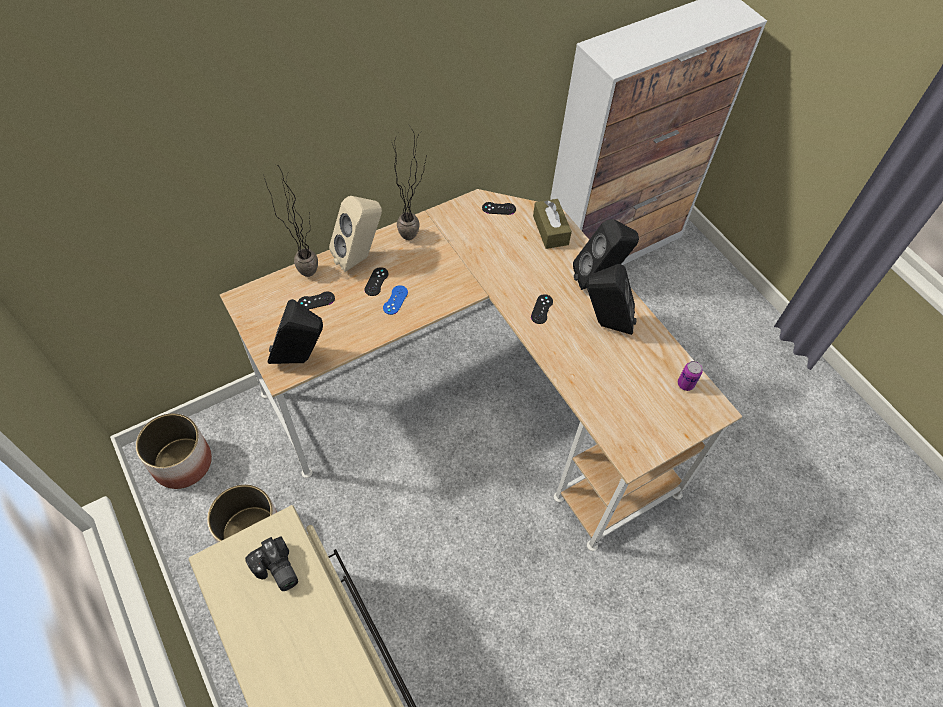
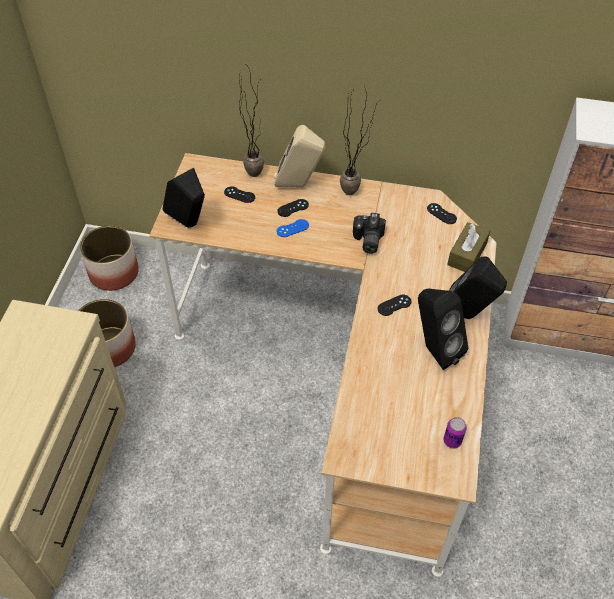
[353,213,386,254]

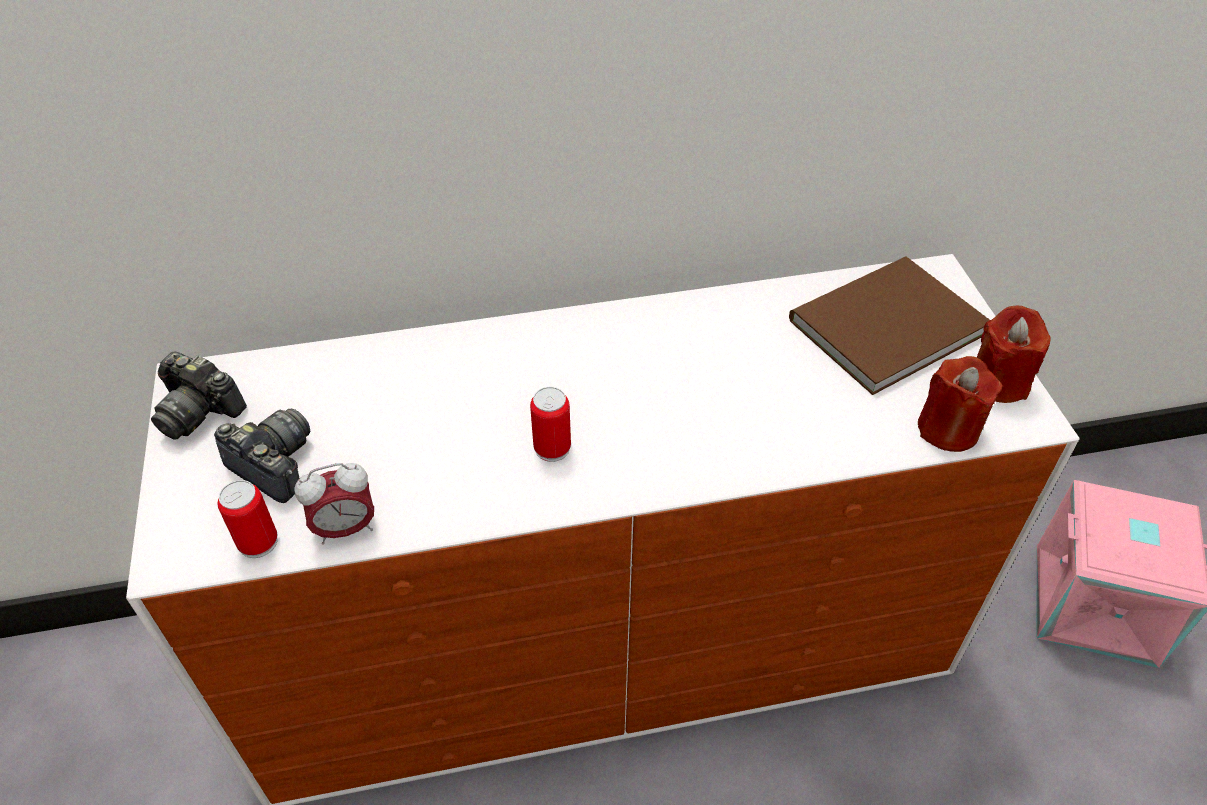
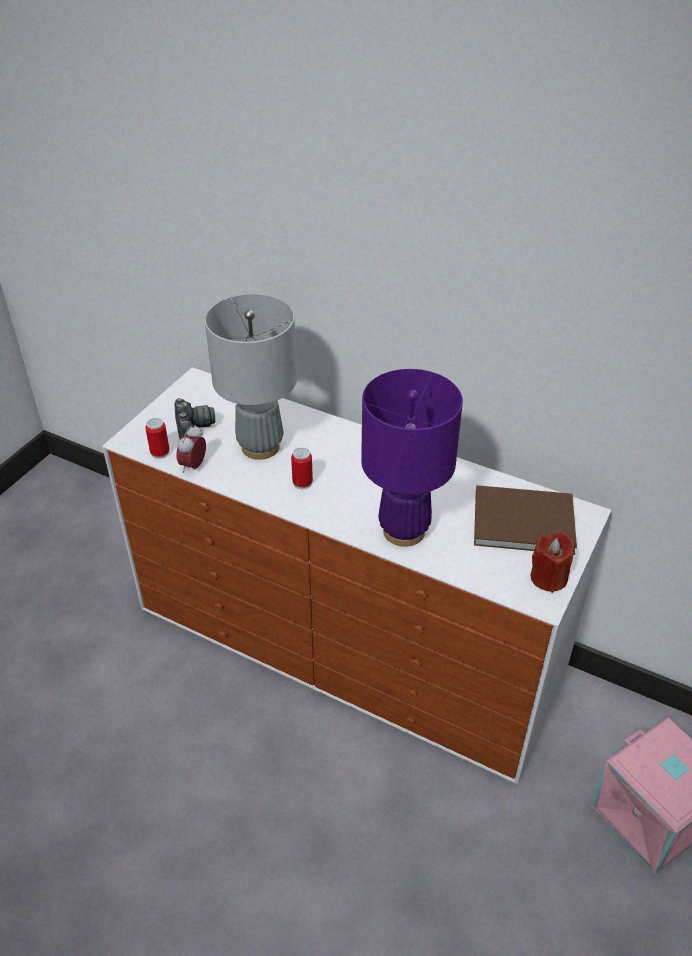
[151,351,247,440] (first image)
[918,356,1002,452] (first image)
[176,425,206,473]
[205,294,297,460]
[361,369,463,547]

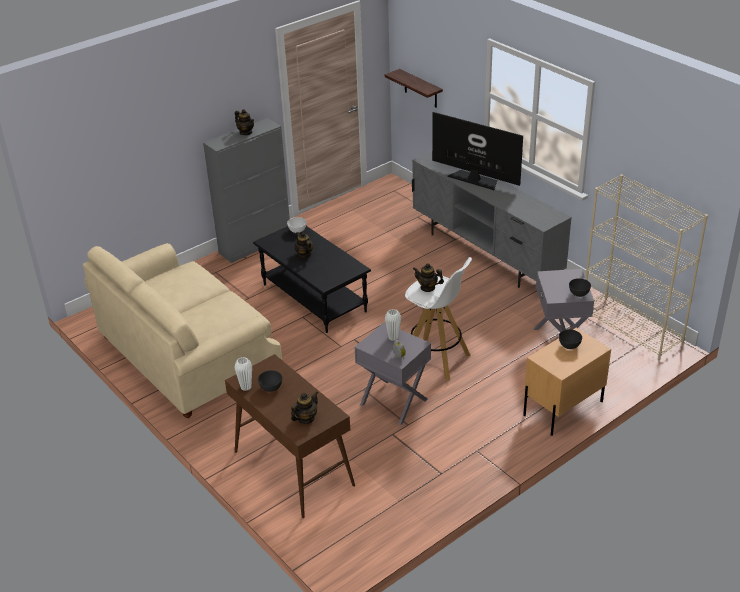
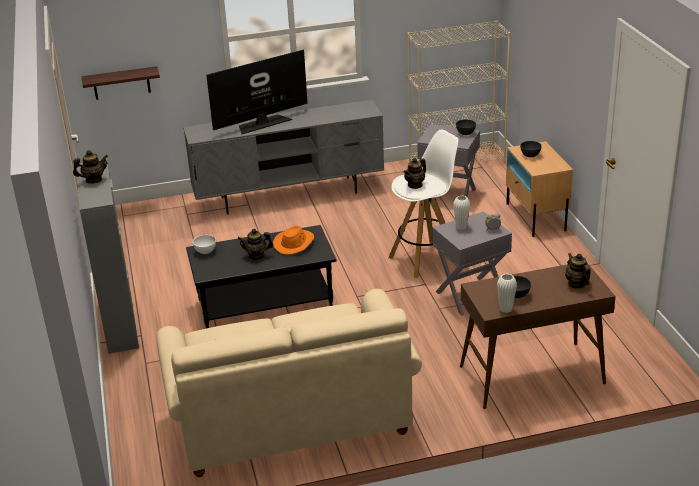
[273,226,314,255]

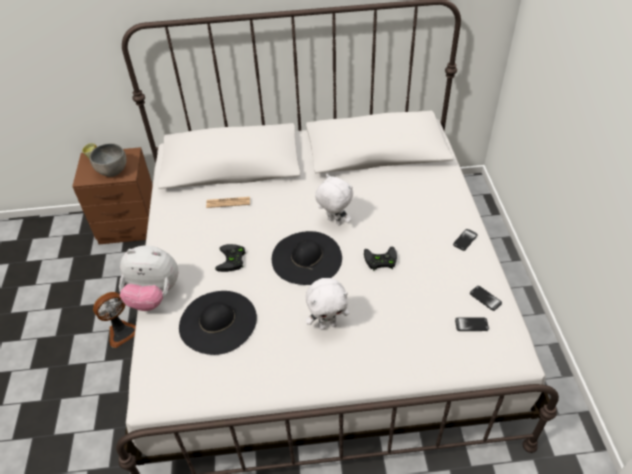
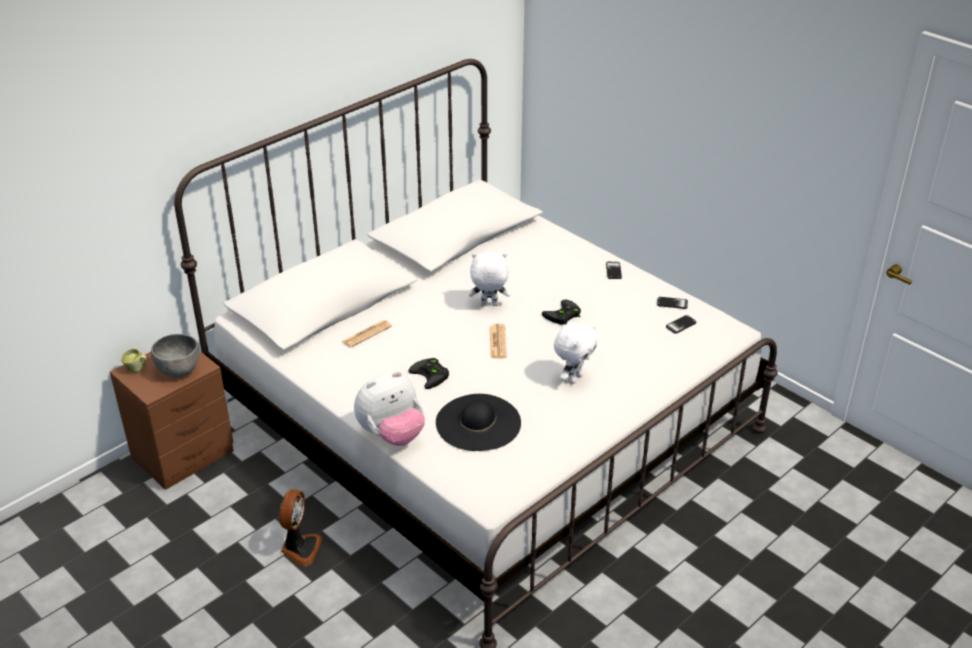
[490,324,507,359]

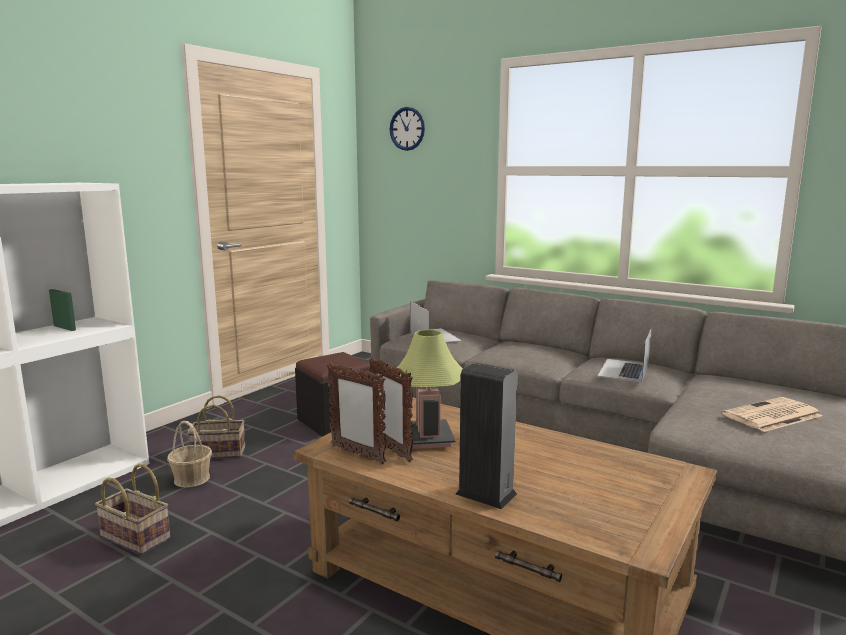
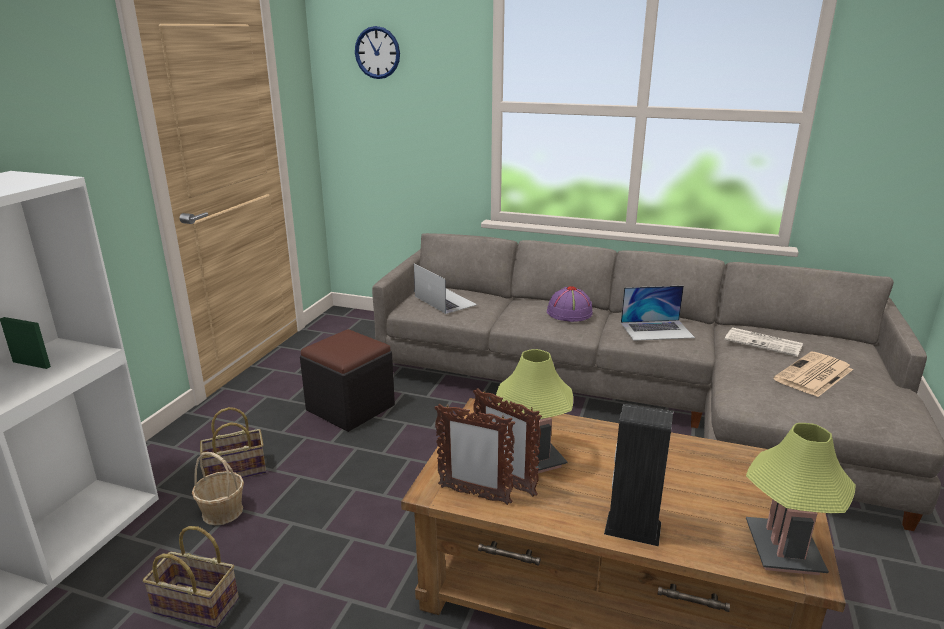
[621,285,695,341]
[547,286,592,322]
[725,327,803,357]
[746,423,856,575]

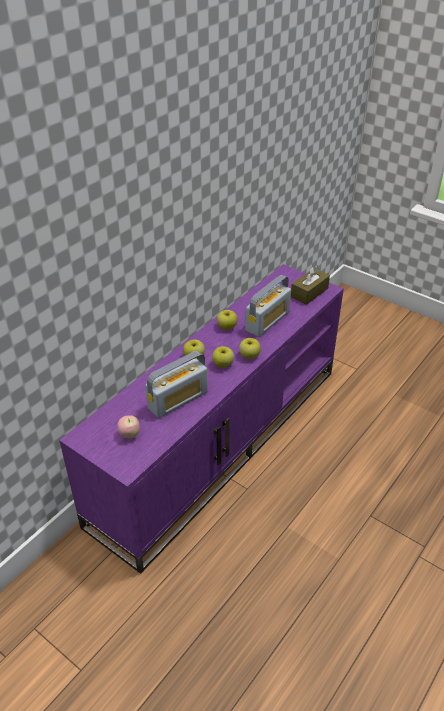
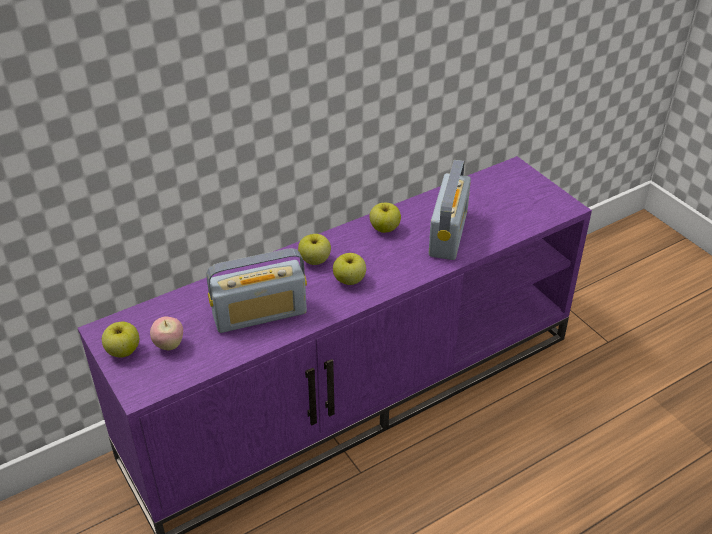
[291,265,330,305] (first image)
[428,160,471,260]
[102,321,139,358]

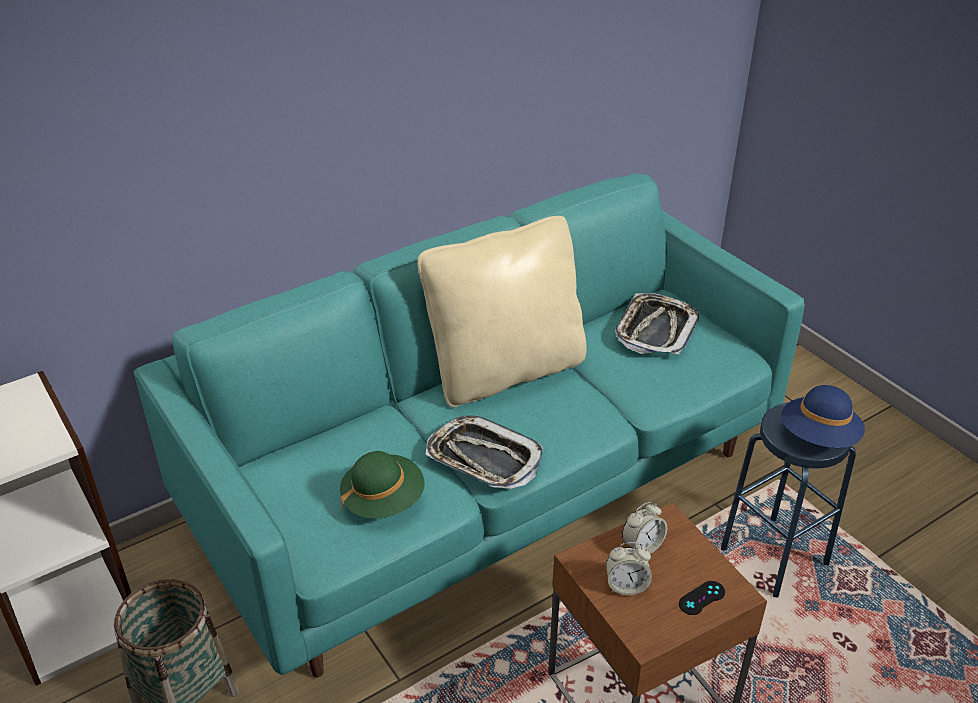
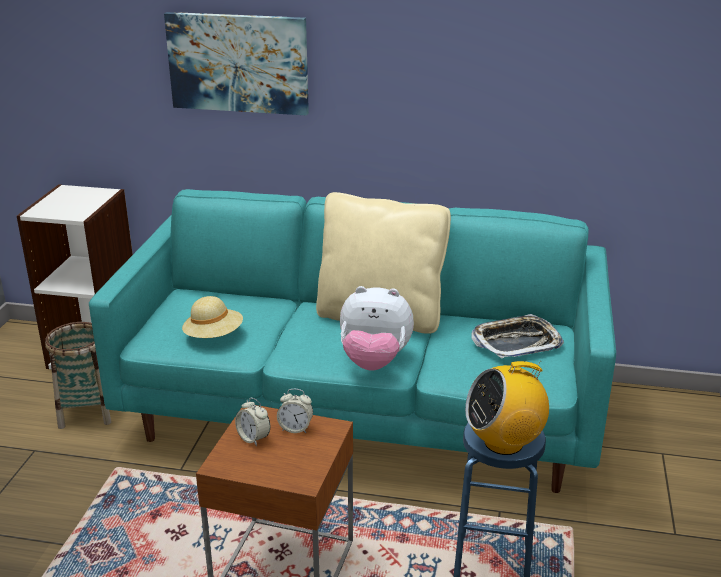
[465,361,549,455]
[426,415,544,489] (first image)
[182,296,243,338]
[679,581,725,615] (first image)
[164,12,309,116]
[340,286,414,371]

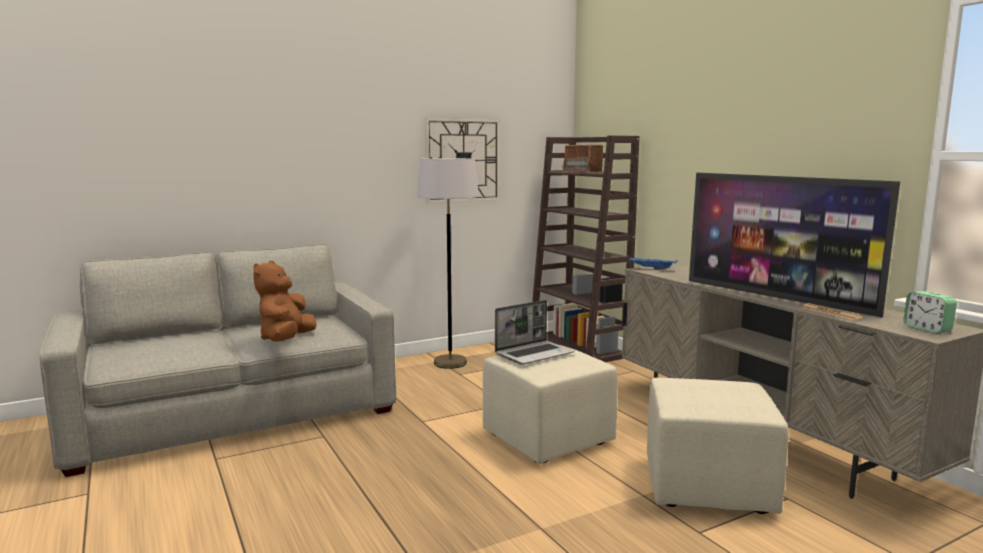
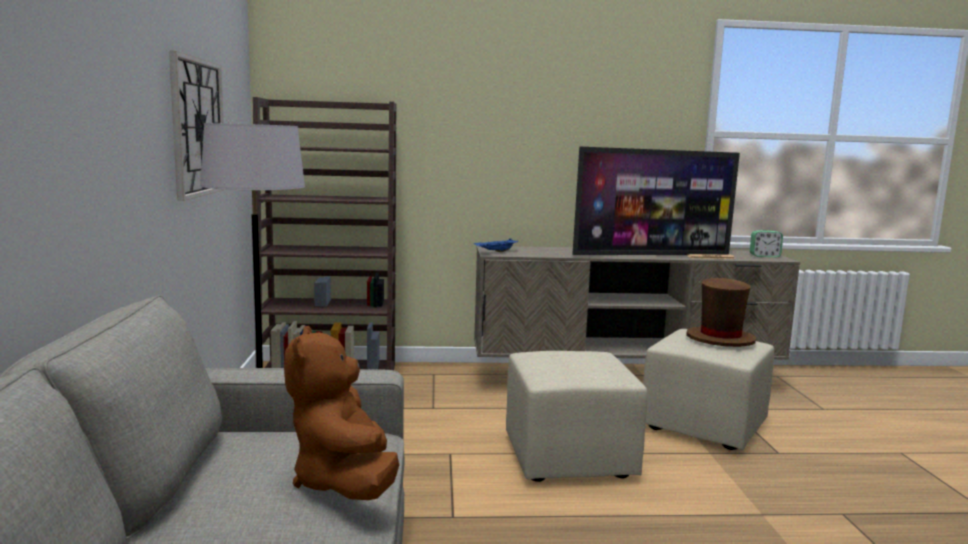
[562,144,605,173] (first image)
[284,326,399,500]
[495,300,575,365] (first image)
[686,278,756,347]

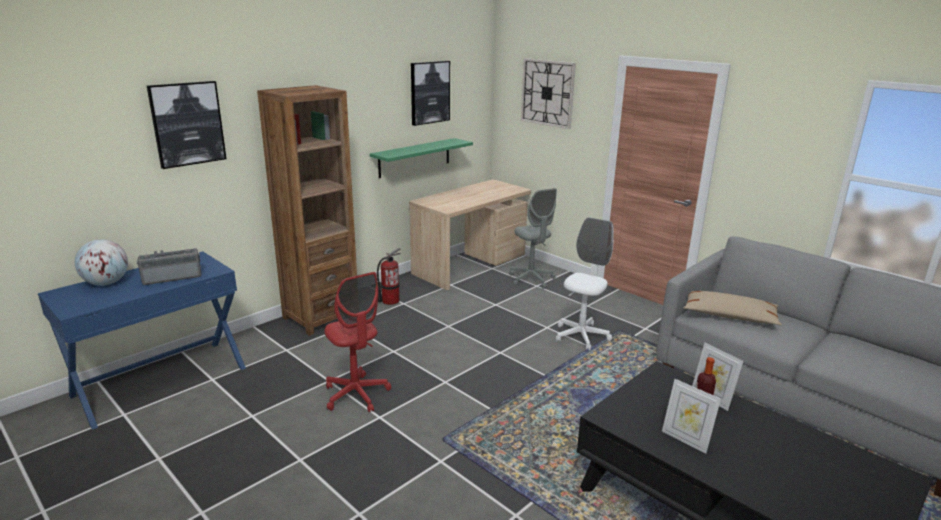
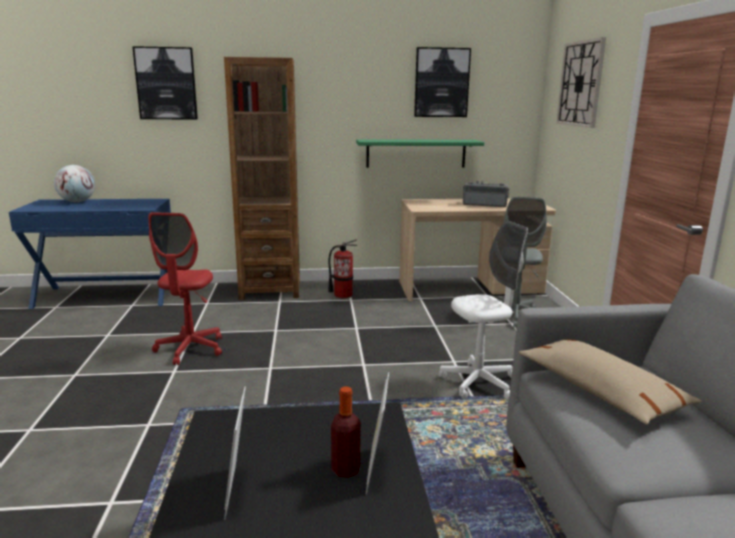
[463,181,509,207]

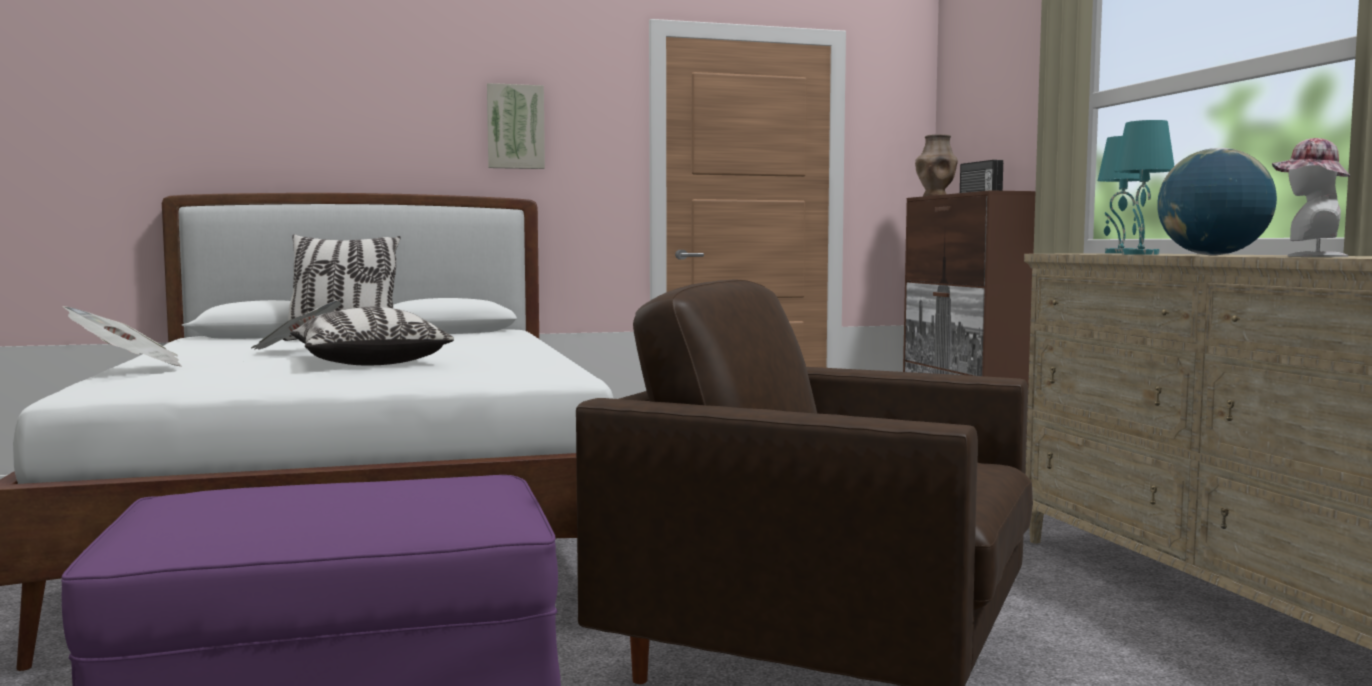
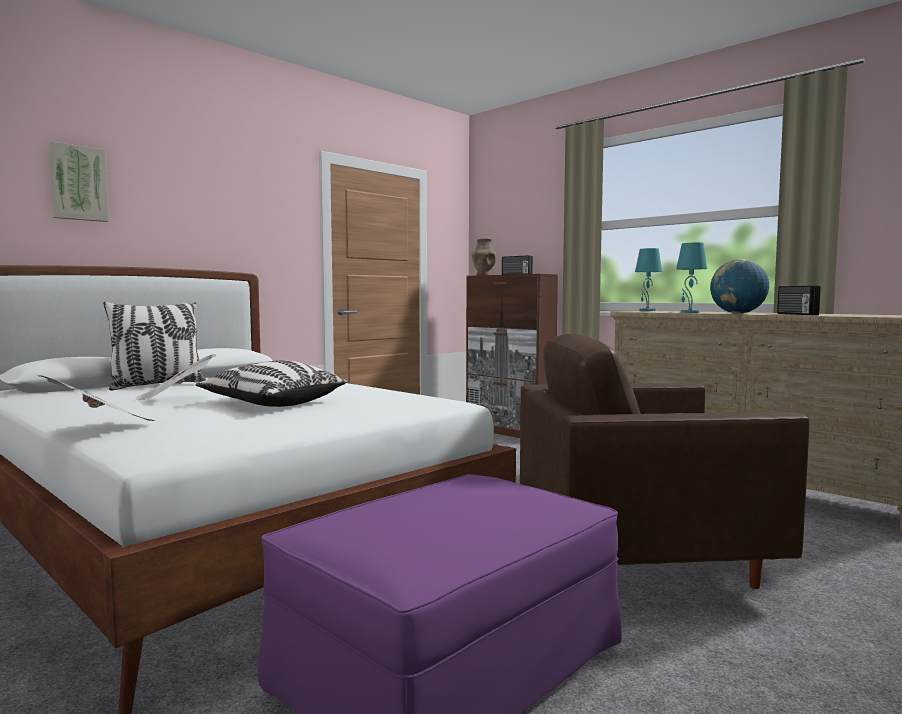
[49,141,109,222]
[777,286,821,315]

